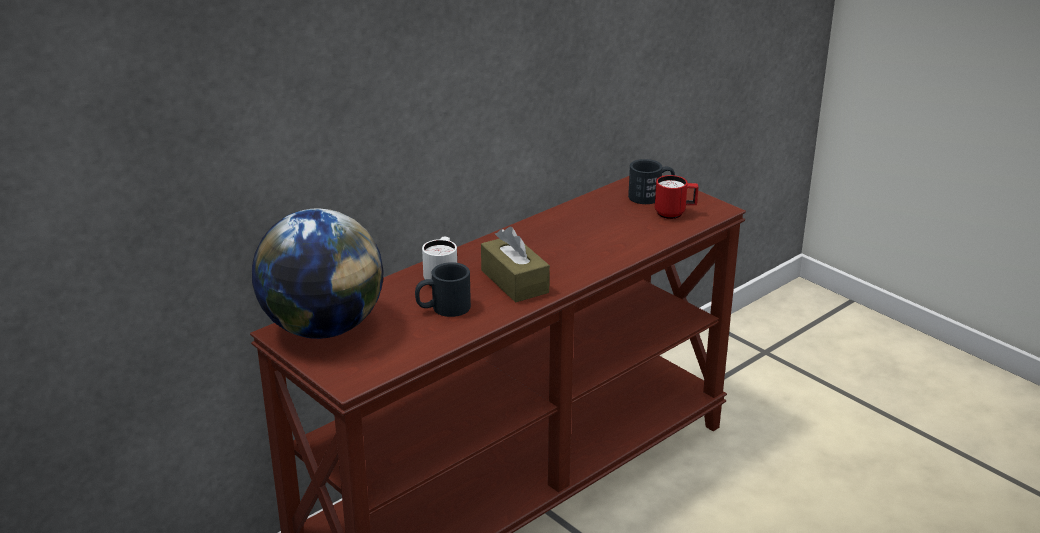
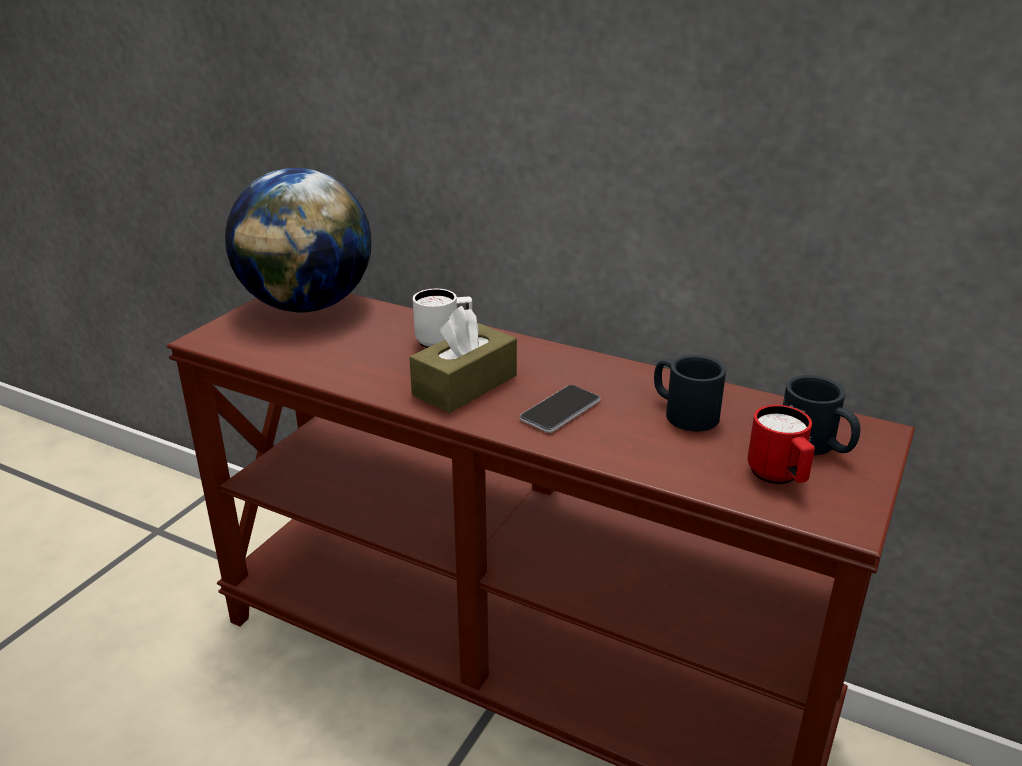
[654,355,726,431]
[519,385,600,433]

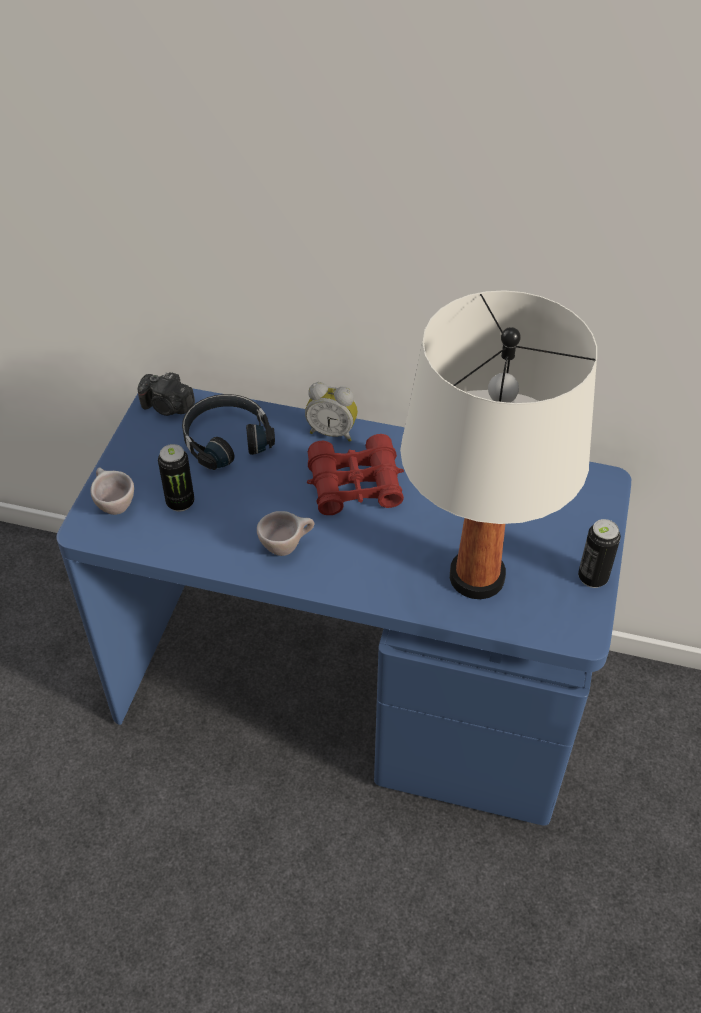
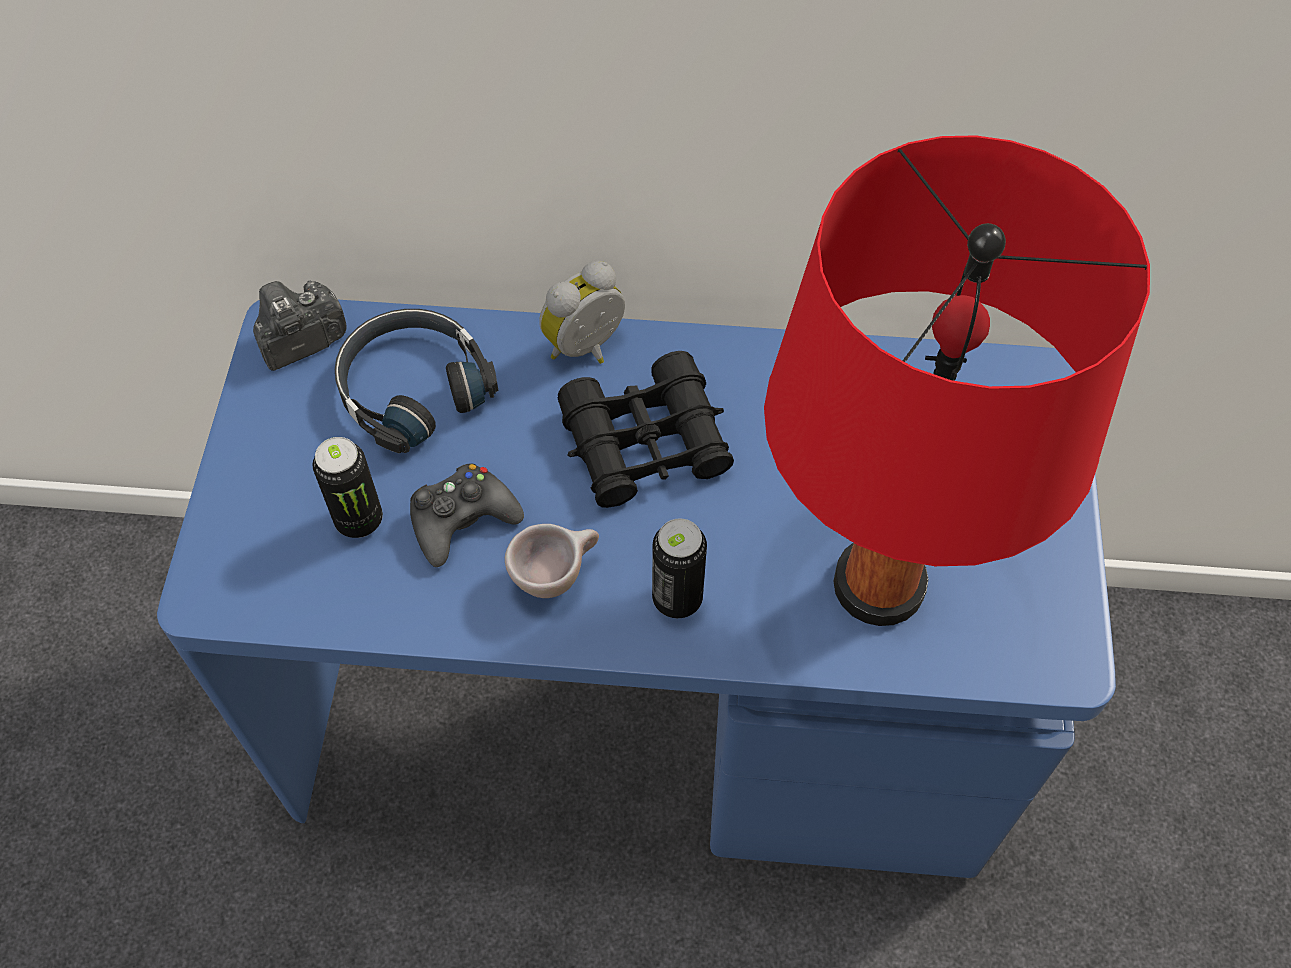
[764,135,1150,626]
[253,281,347,371]
[539,261,625,364]
[558,351,734,508]
[90,467,134,515] (first image)
[652,518,707,618]
[410,463,524,567]

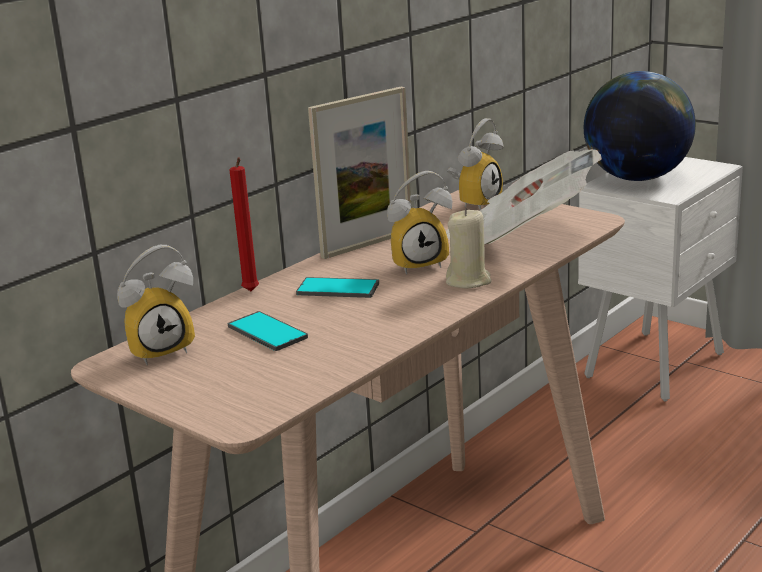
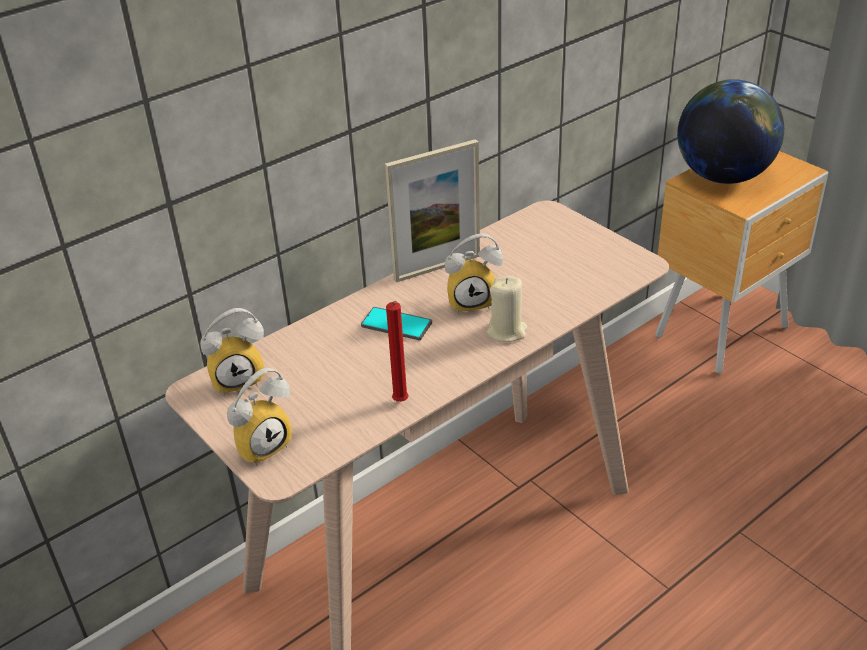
[227,368,292,466]
[446,149,602,244] (first image)
[386,301,409,402]
[655,151,828,374]
[228,311,308,351] (first image)

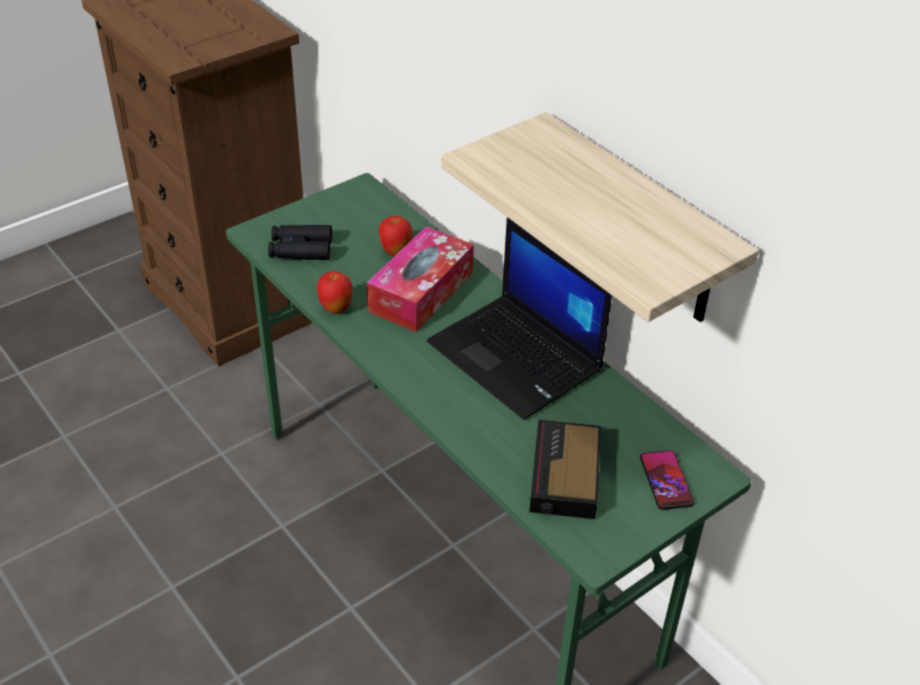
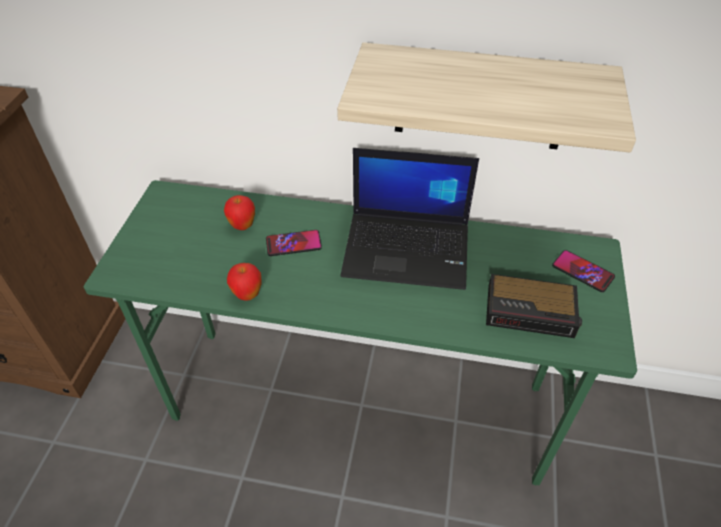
[268,225,332,260] (first image)
[266,230,322,256]
[486,274,582,338]

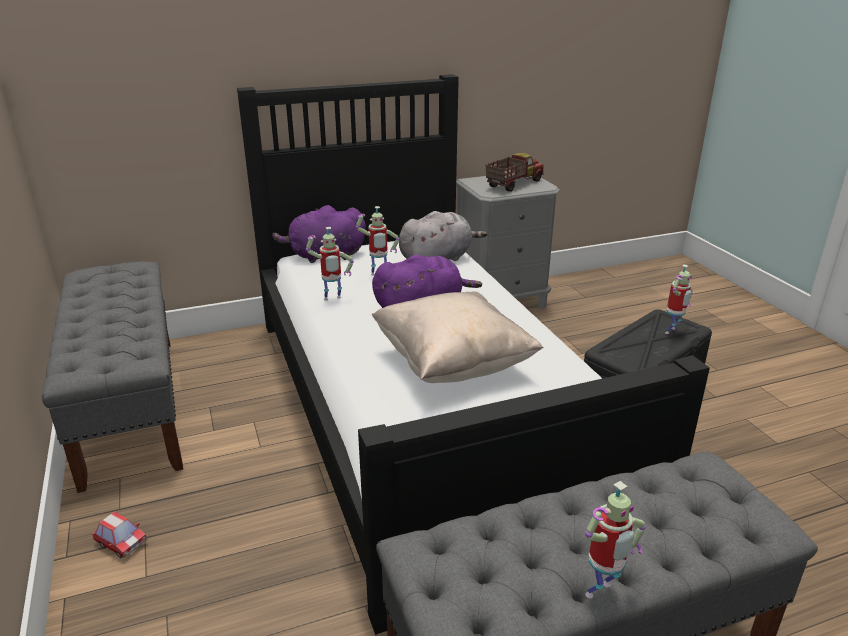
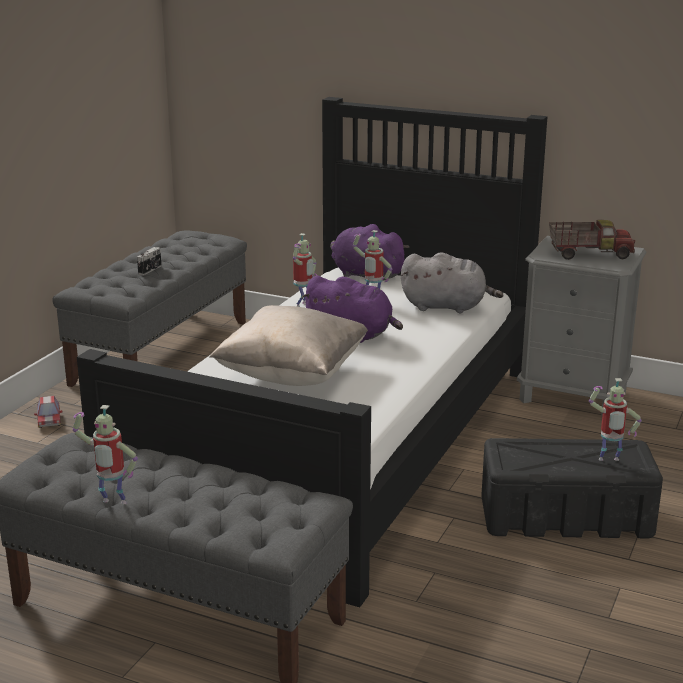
[293,233,318,307]
[137,247,161,275]

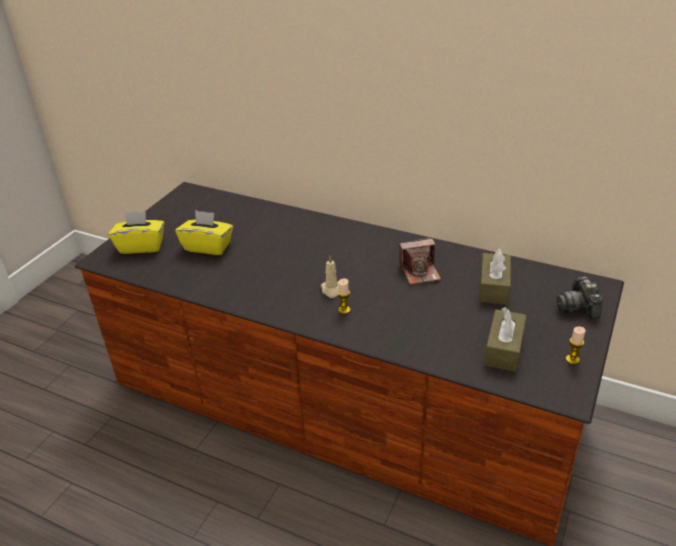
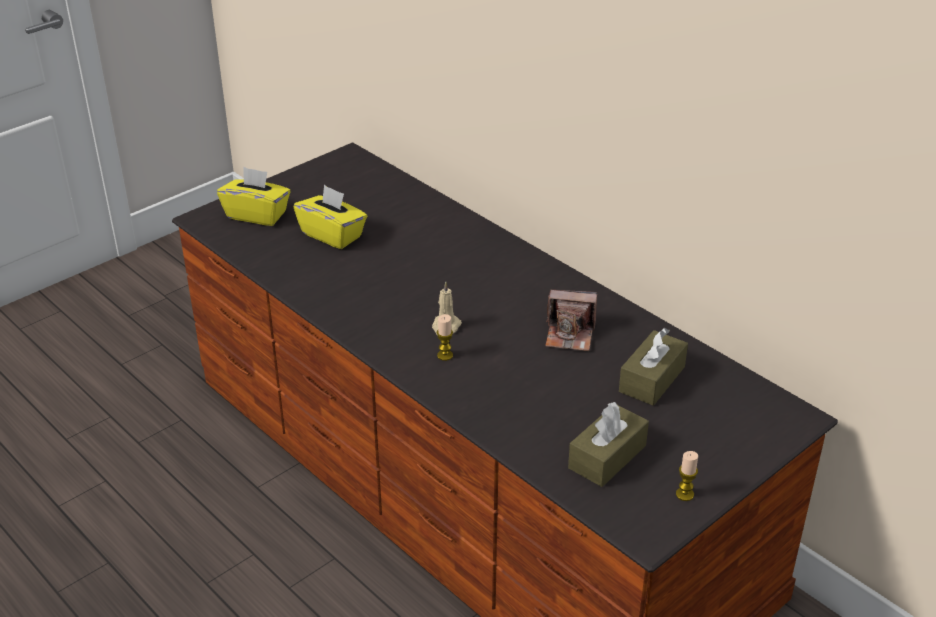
[557,276,603,319] (first image)

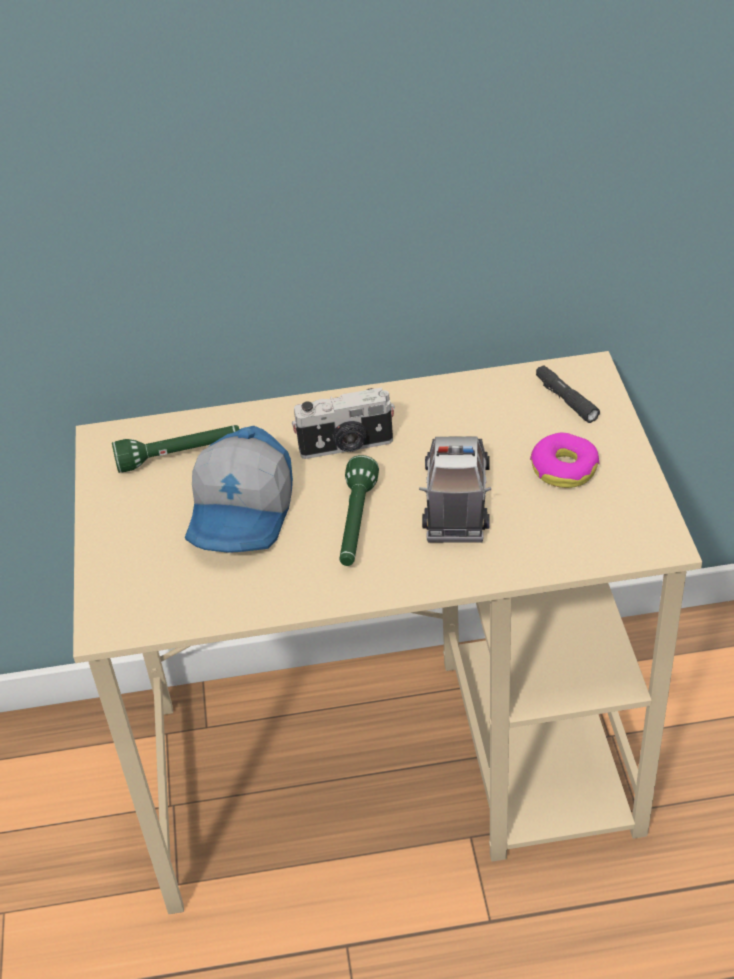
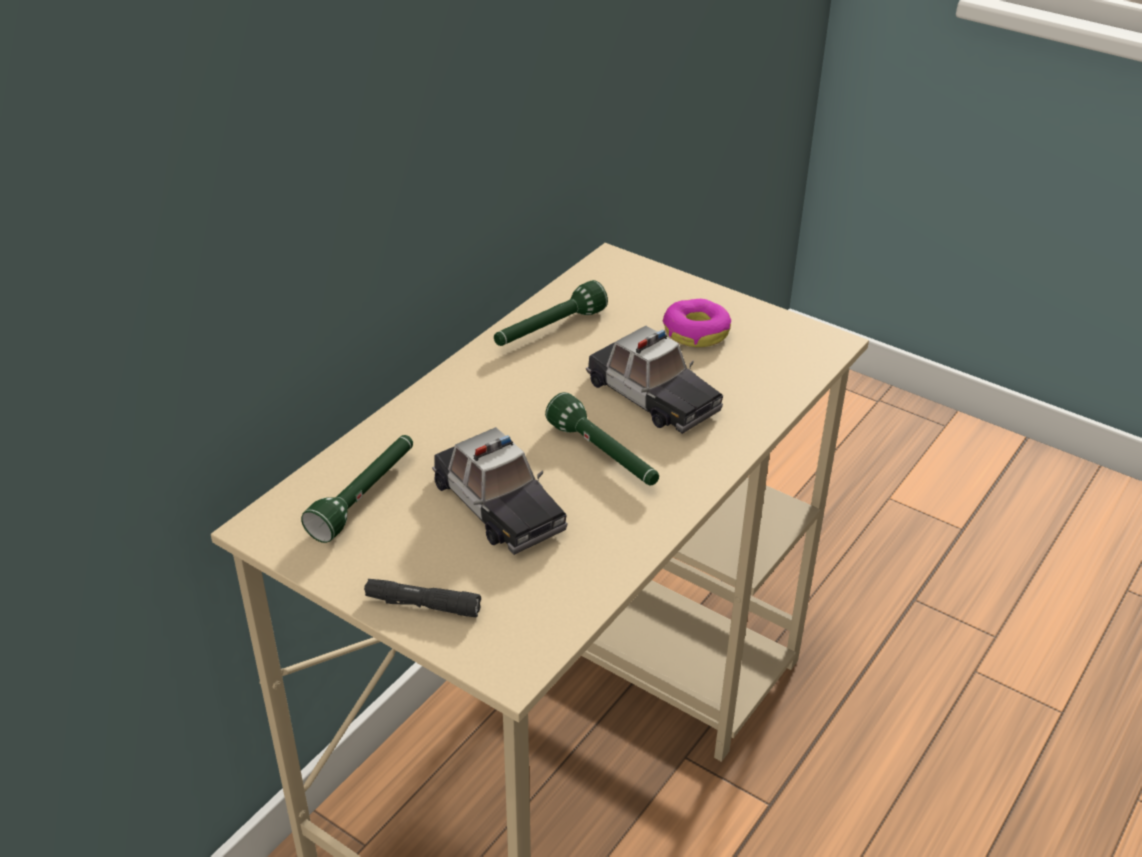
[364,579,481,617]
[292,387,395,459] (first image)
[432,427,568,555]
[494,280,608,346]

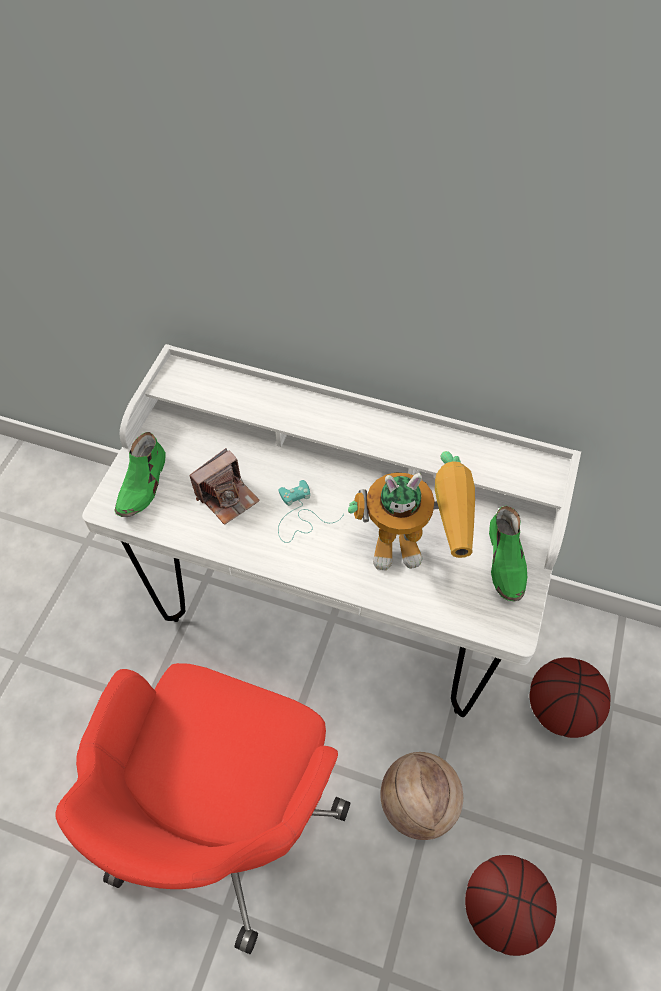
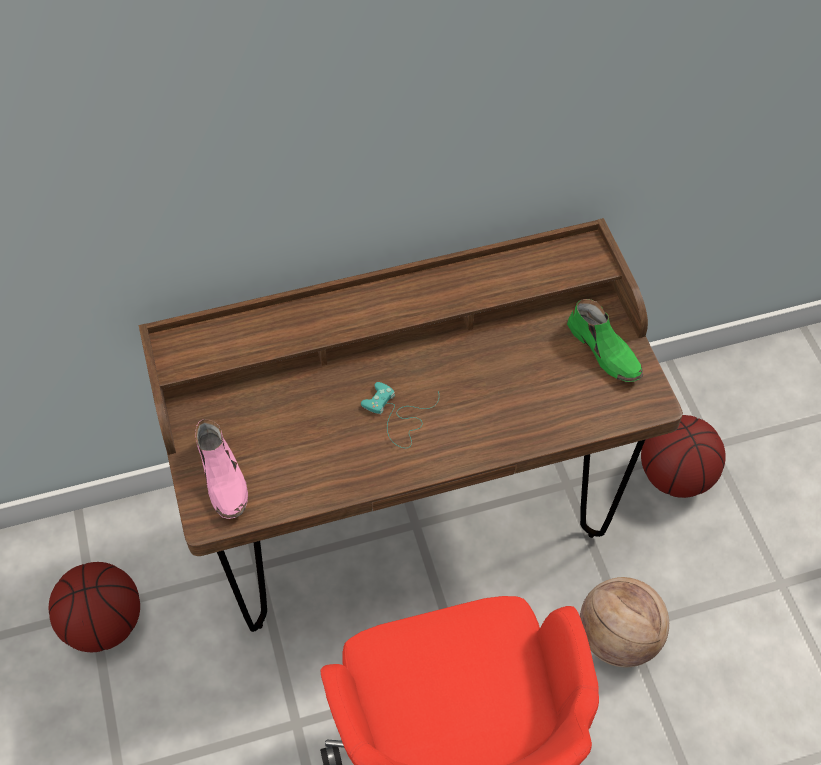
[139,218,683,632]
[195,419,248,519]
[189,448,260,525] (first image)
[348,451,475,570] (first image)
[49,562,140,652]

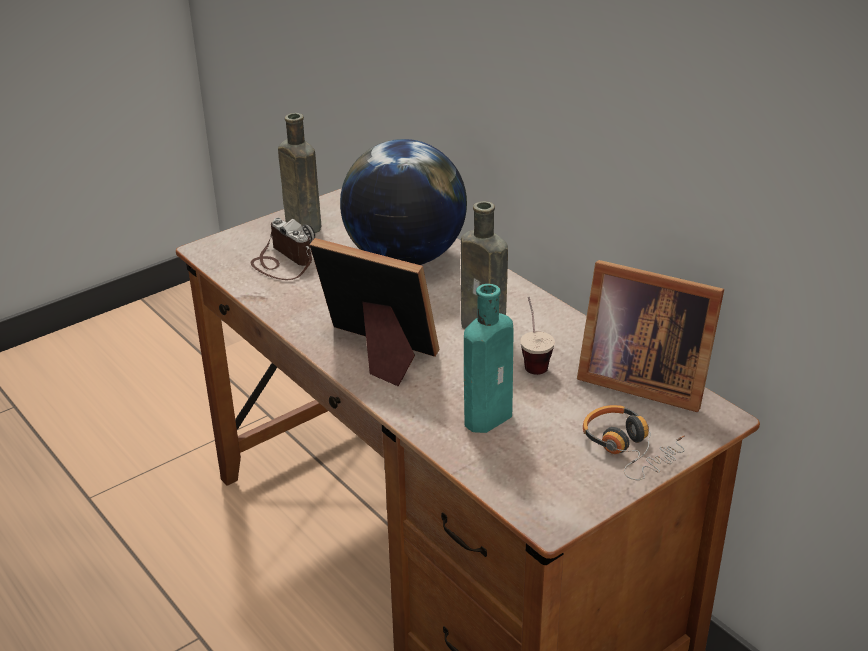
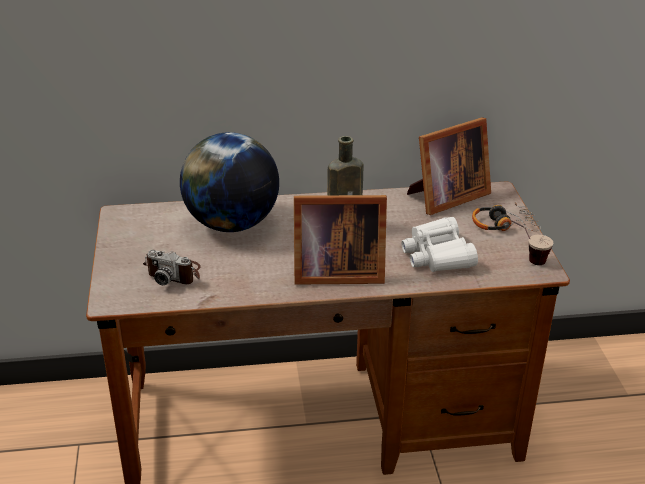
[278,113,321,233] (first image)
[143,250,201,285]
[294,195,387,285]
[401,217,478,272]
[511,220,553,265]

